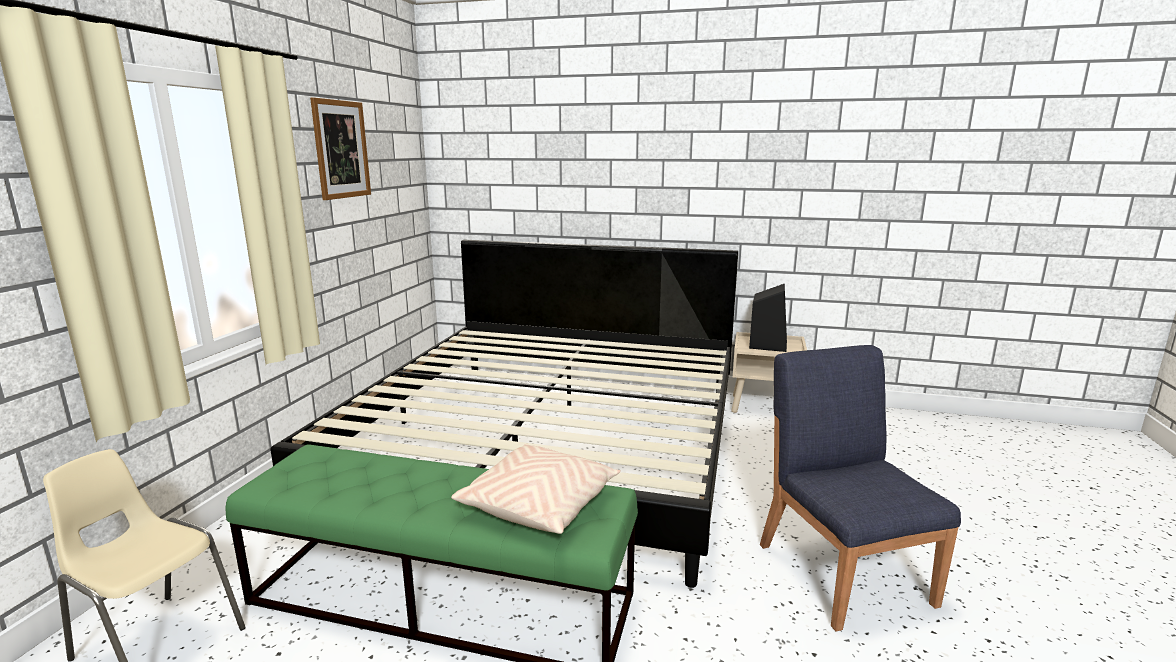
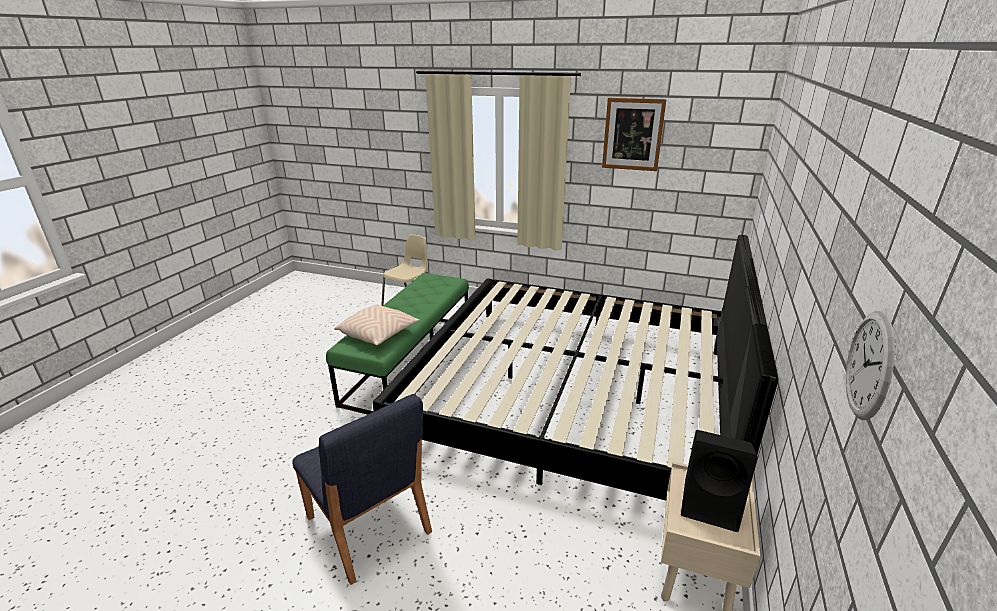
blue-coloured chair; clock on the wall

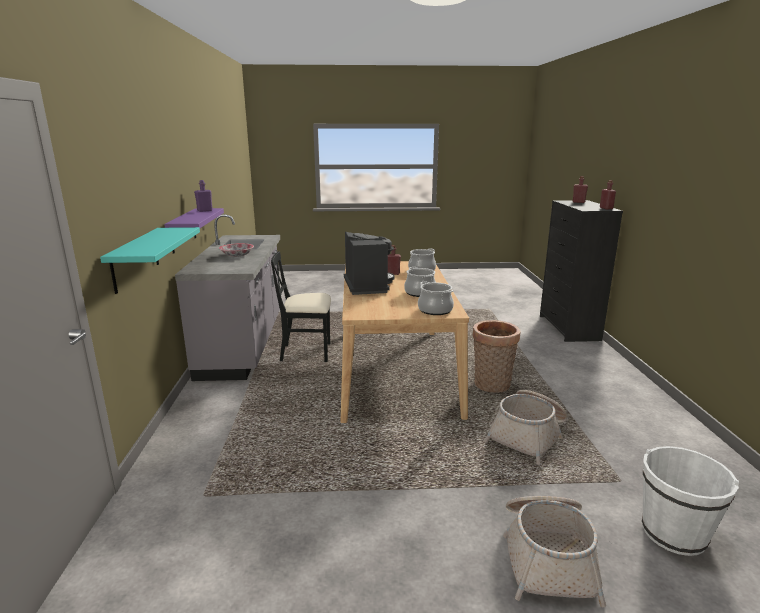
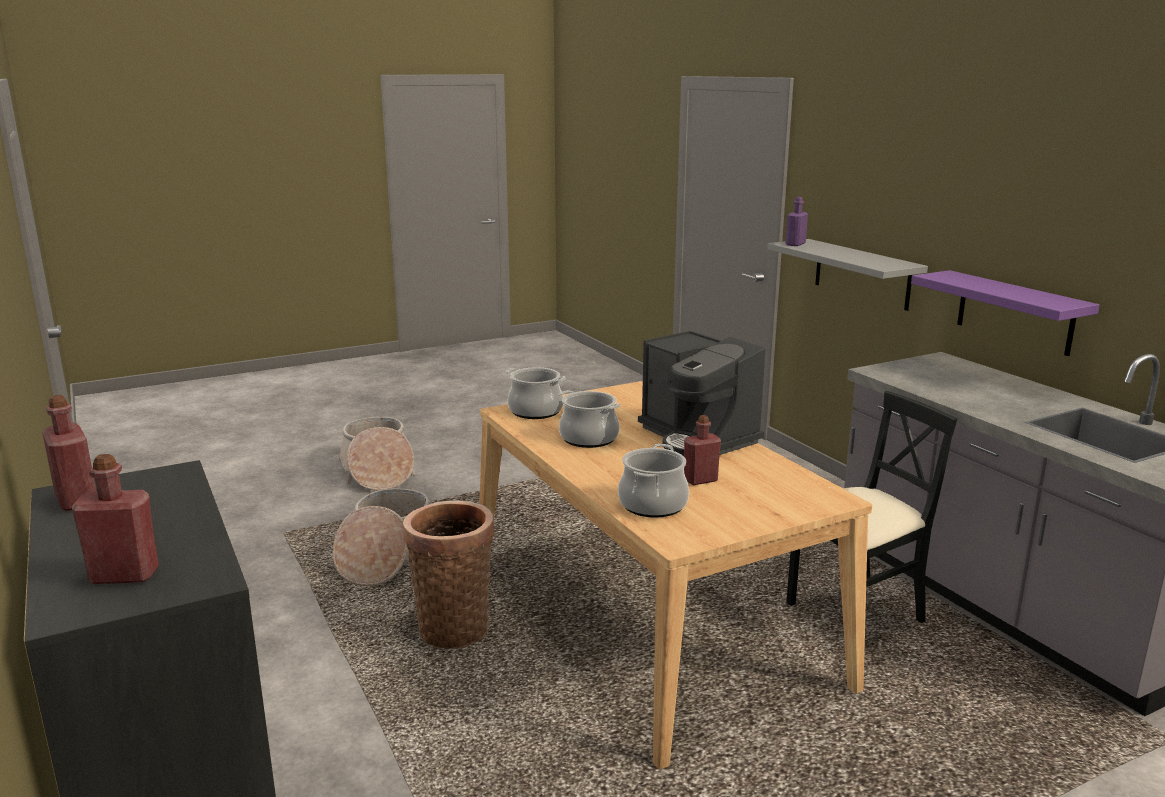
purple beverage bottle; greyish shelf; deep dish; white-coloured bucket

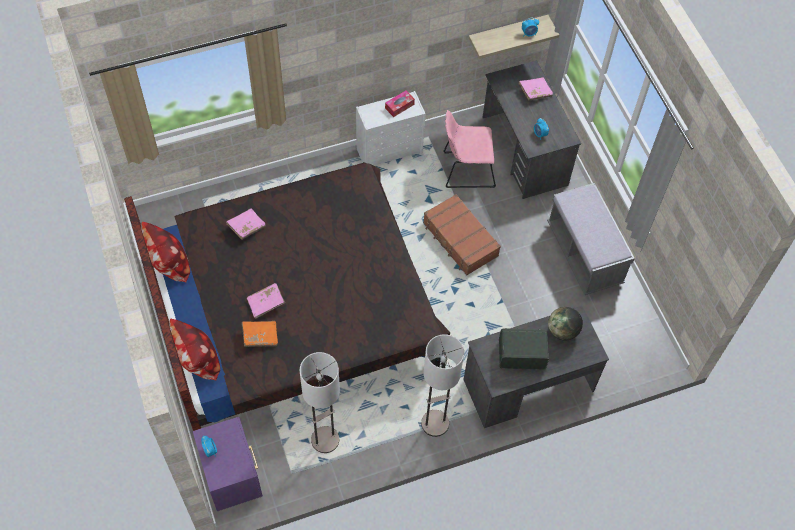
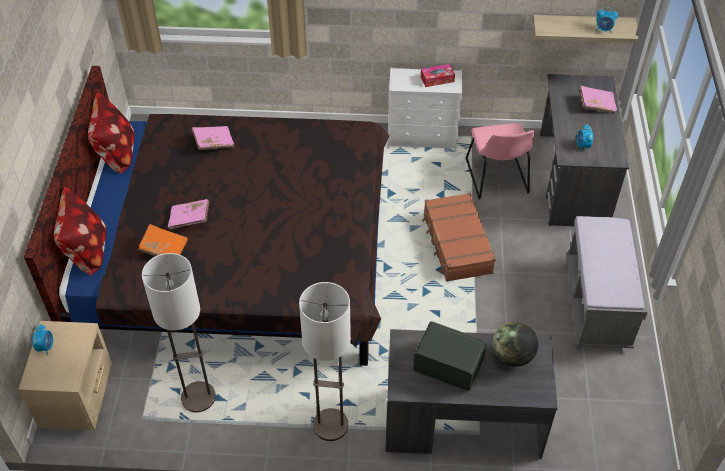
pinkish chair; beige-coloured night table

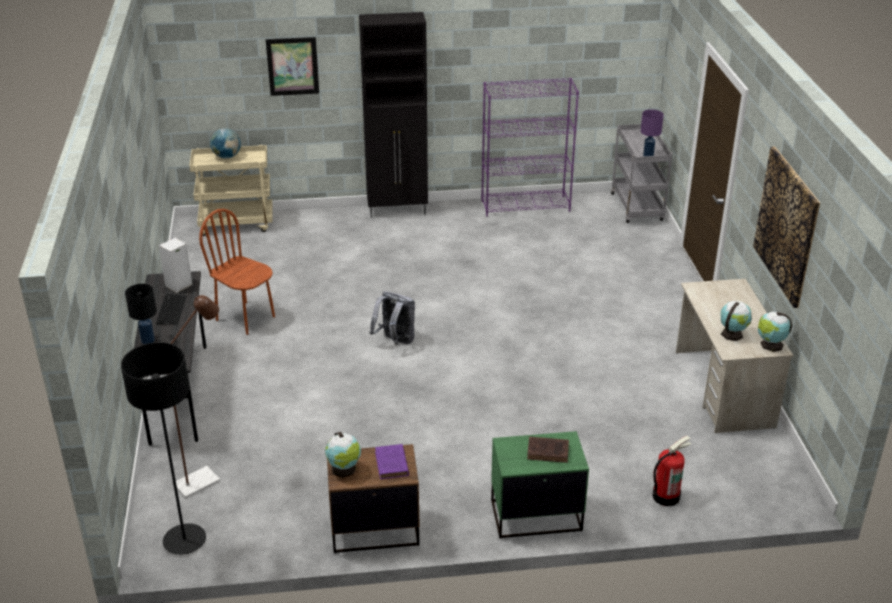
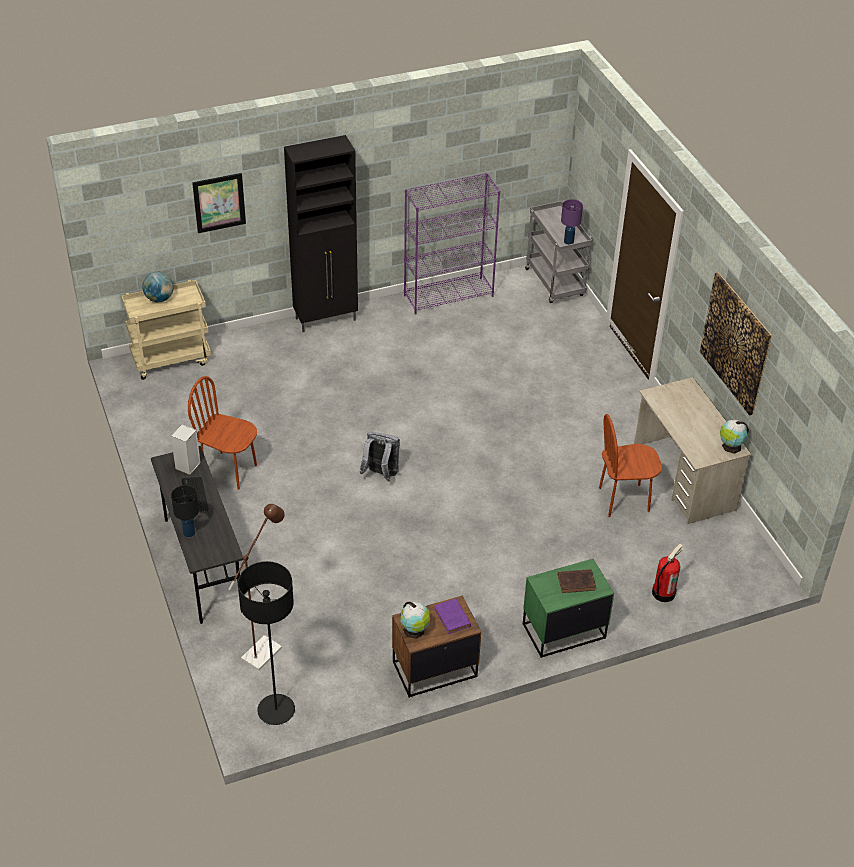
world globe (3rd from left in the first image); brown chair (2nd from left)

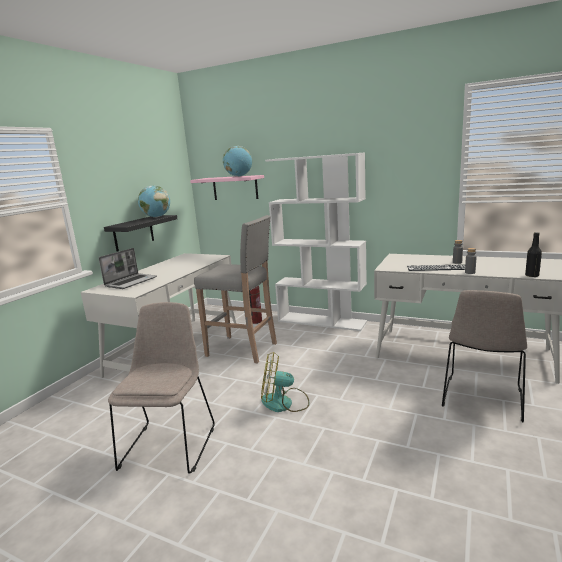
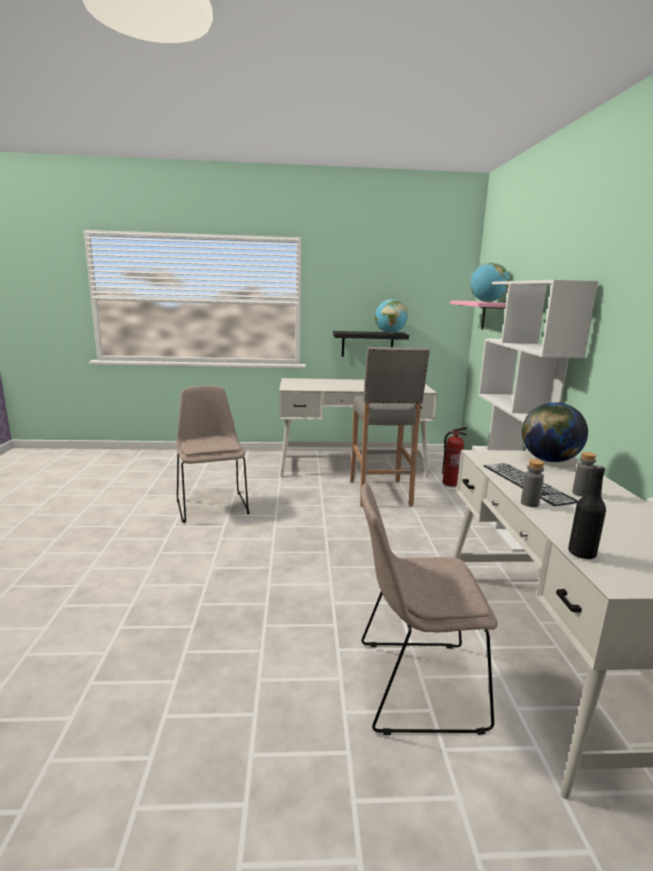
portable computer; beige-coloured chair (1st from left); fan; world globe (3rd from left)

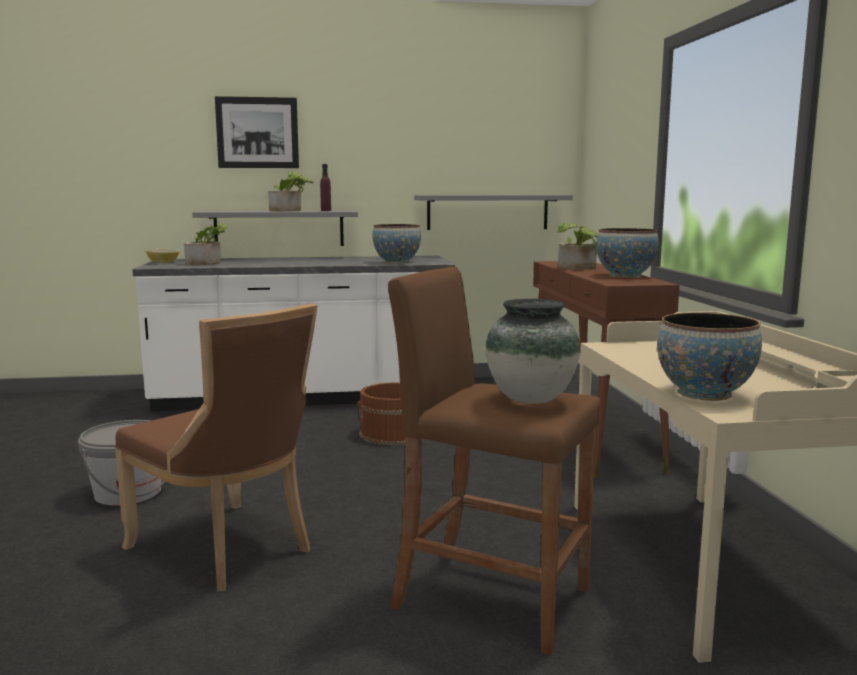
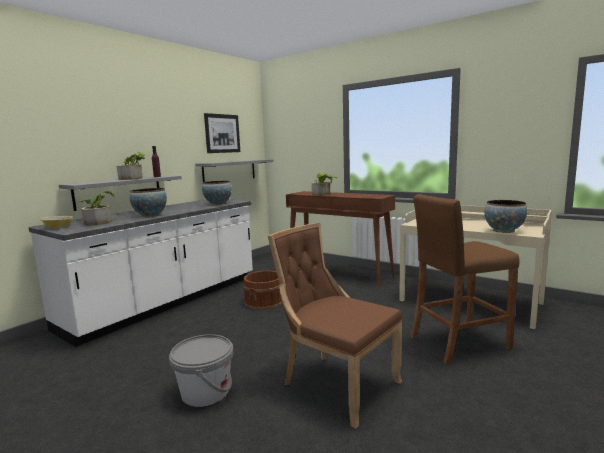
wall art; deep dish (2nd from left); vase; brown chair

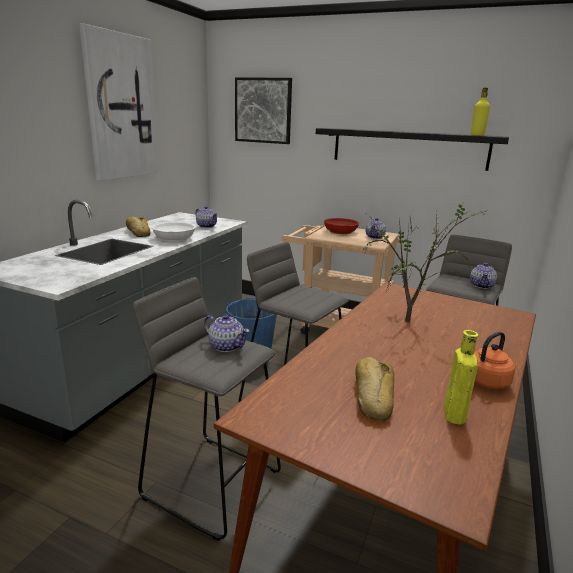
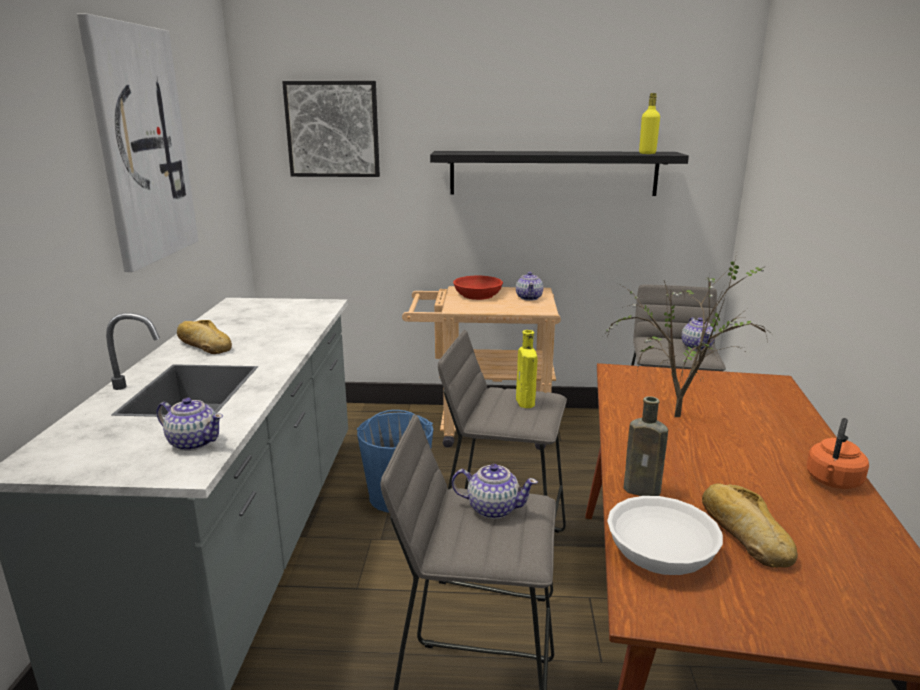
teapot (1st from left); white-coloured deep dish; yellow beverage bottle (1st from left); brown beverage bottle

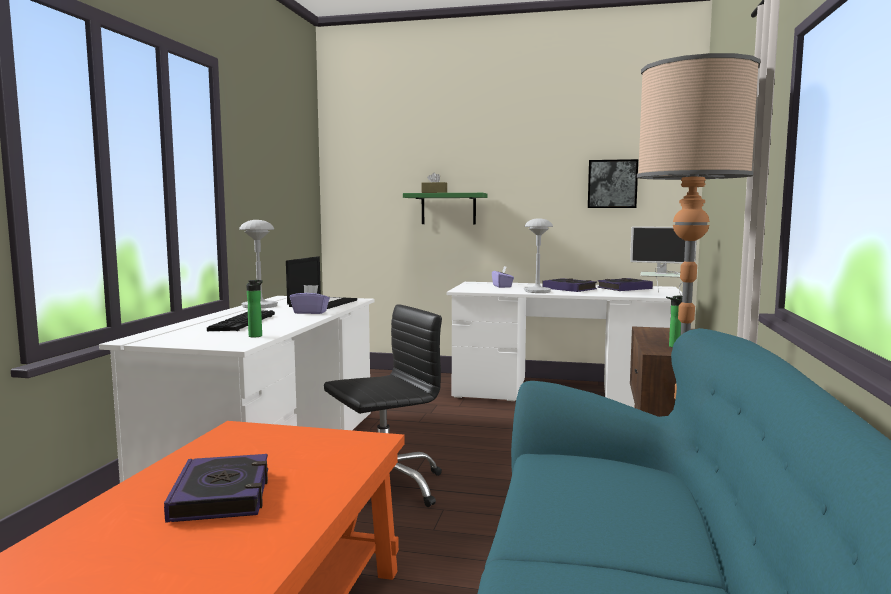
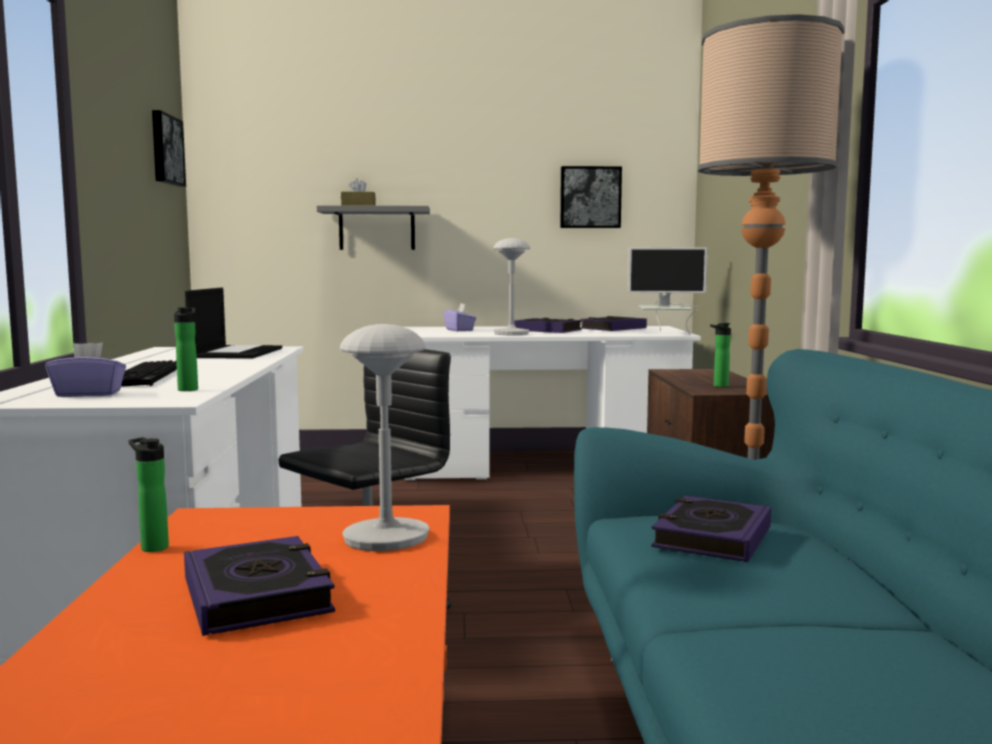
greyish shelf; greyish tabletop lamp (1st from left); purple box of tissues (1st from left); wall art (1st from left); beverage bottle (1st from left); book (4th from left)

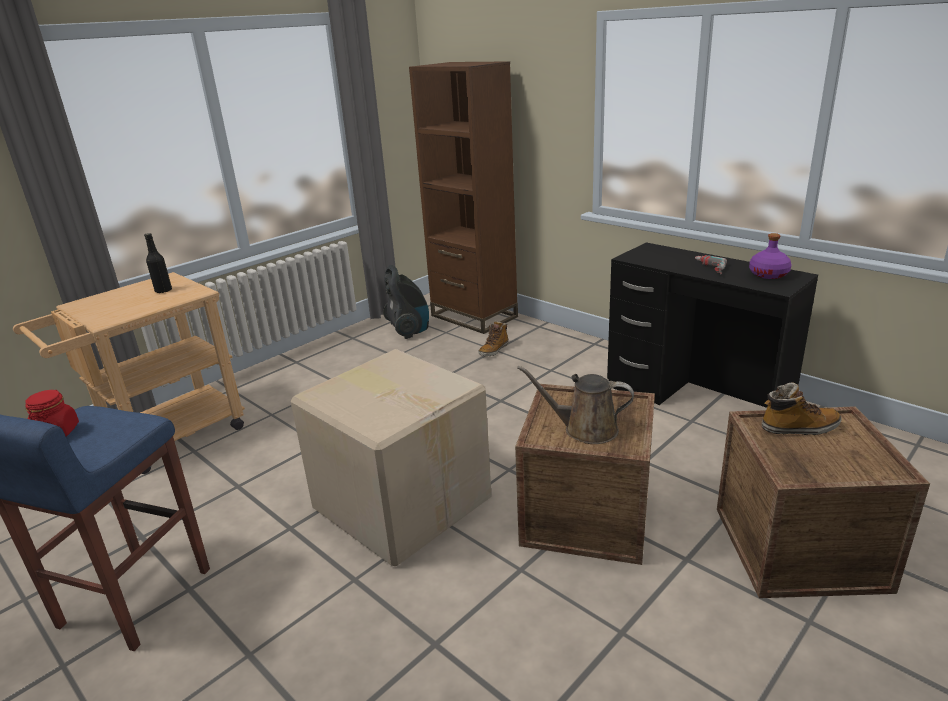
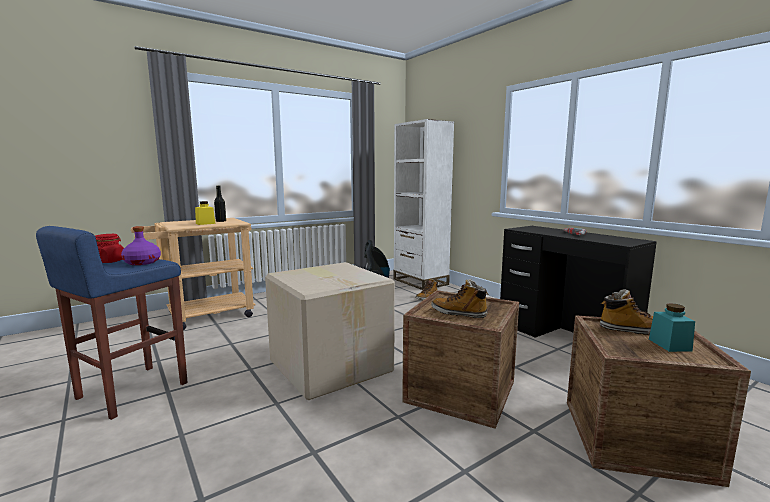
white-coloured shelving unit; purple beverage bottle; boot (2nd from left); yellow storage jar; turquoise-coloured storage jar

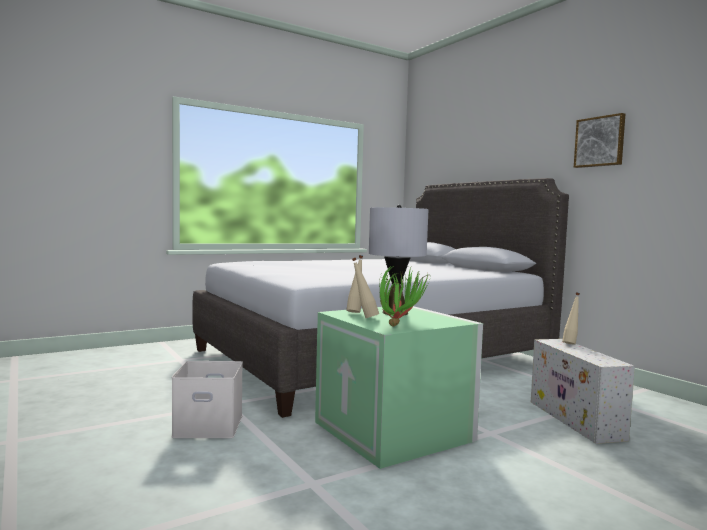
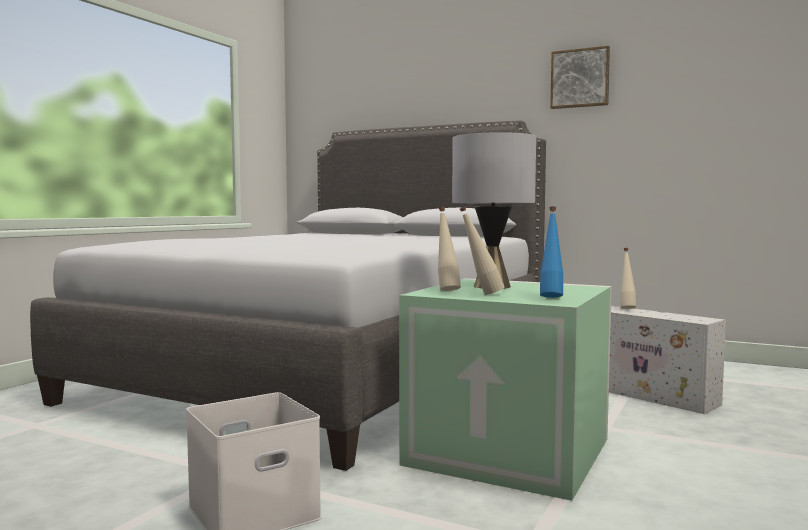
blue-coloured beverage bottle

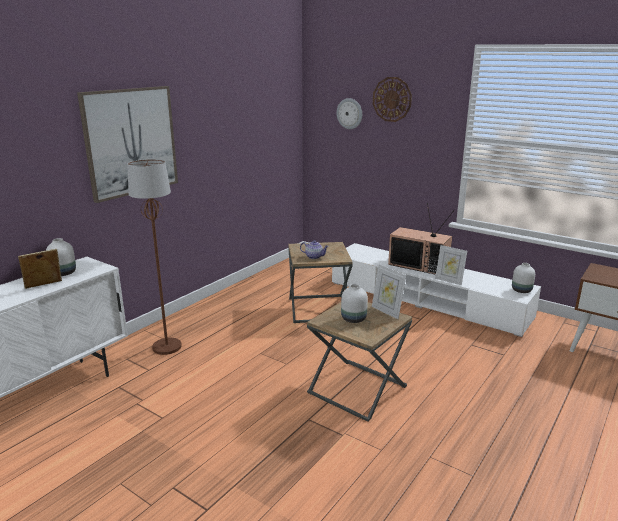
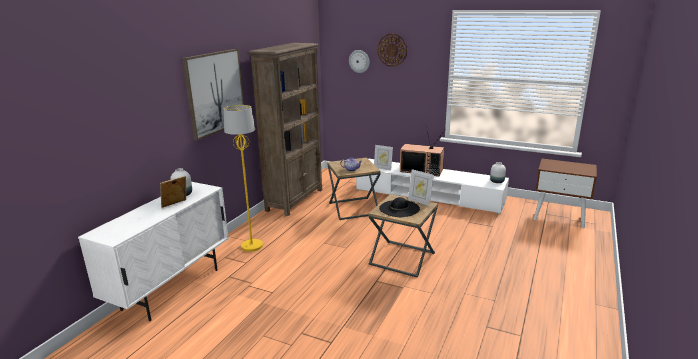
yellow standard lamp; picture frame (2nd from left); blackish hat; brown shelving unit

